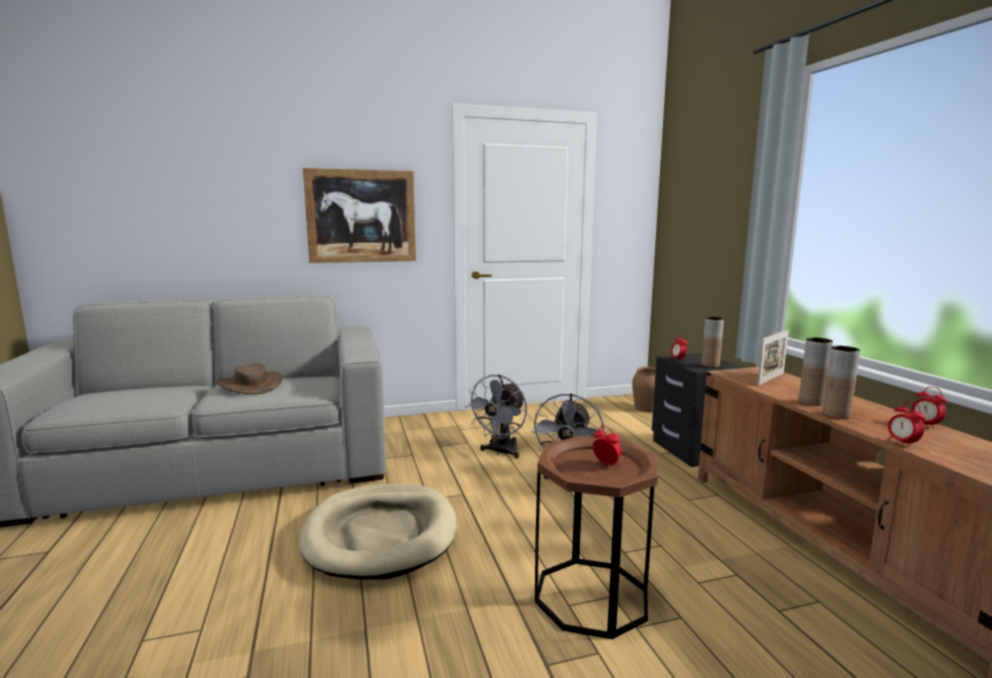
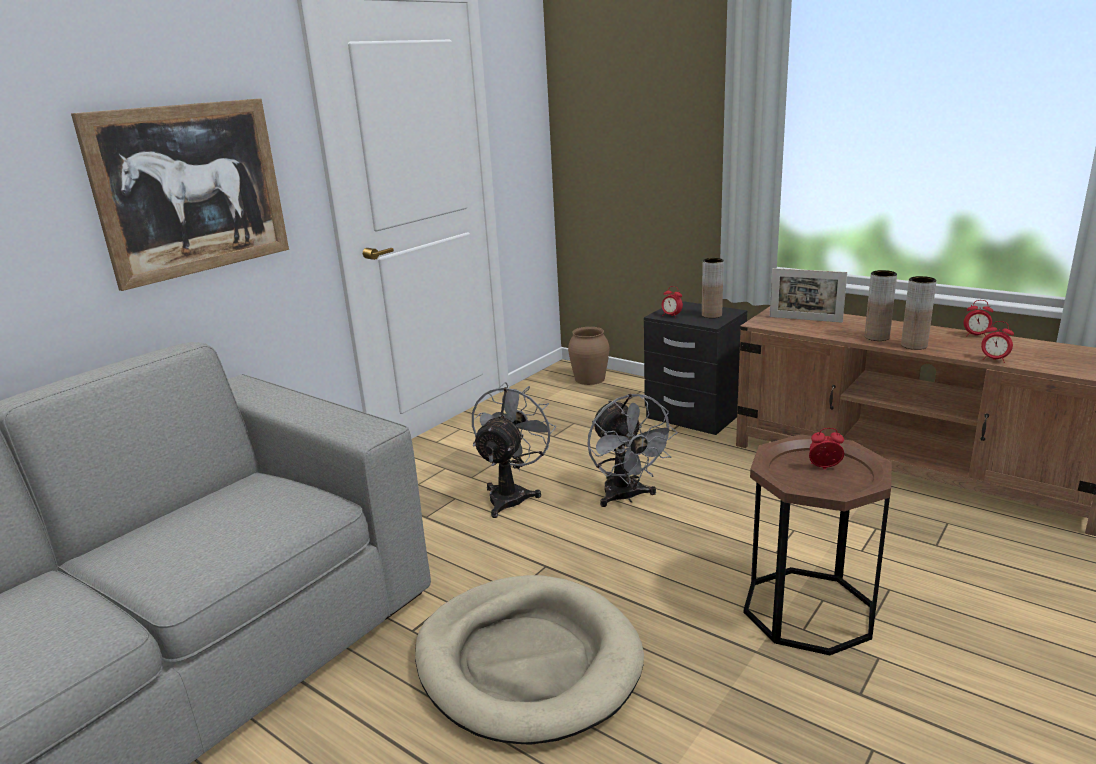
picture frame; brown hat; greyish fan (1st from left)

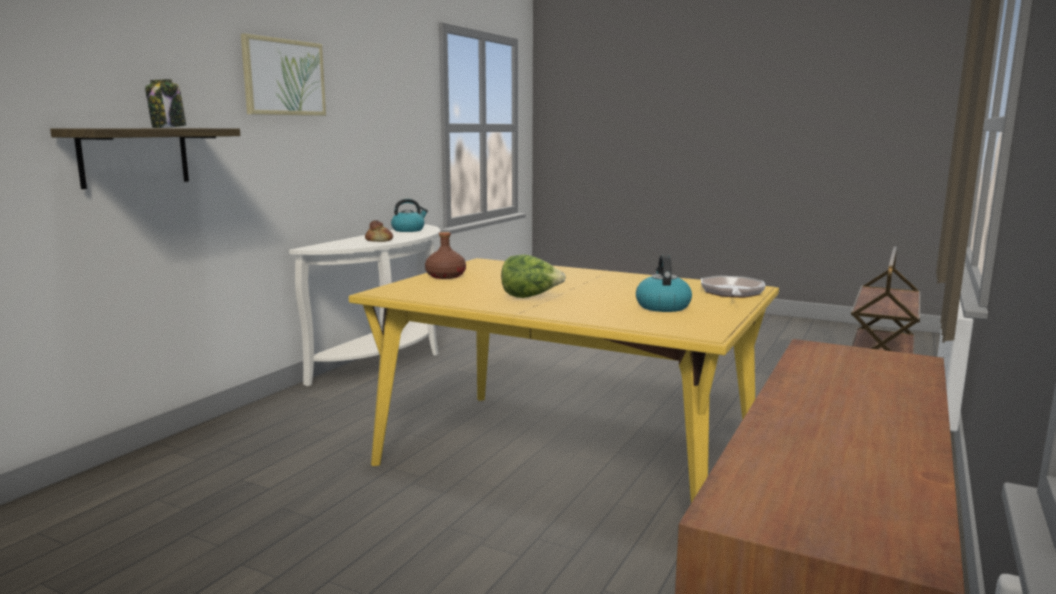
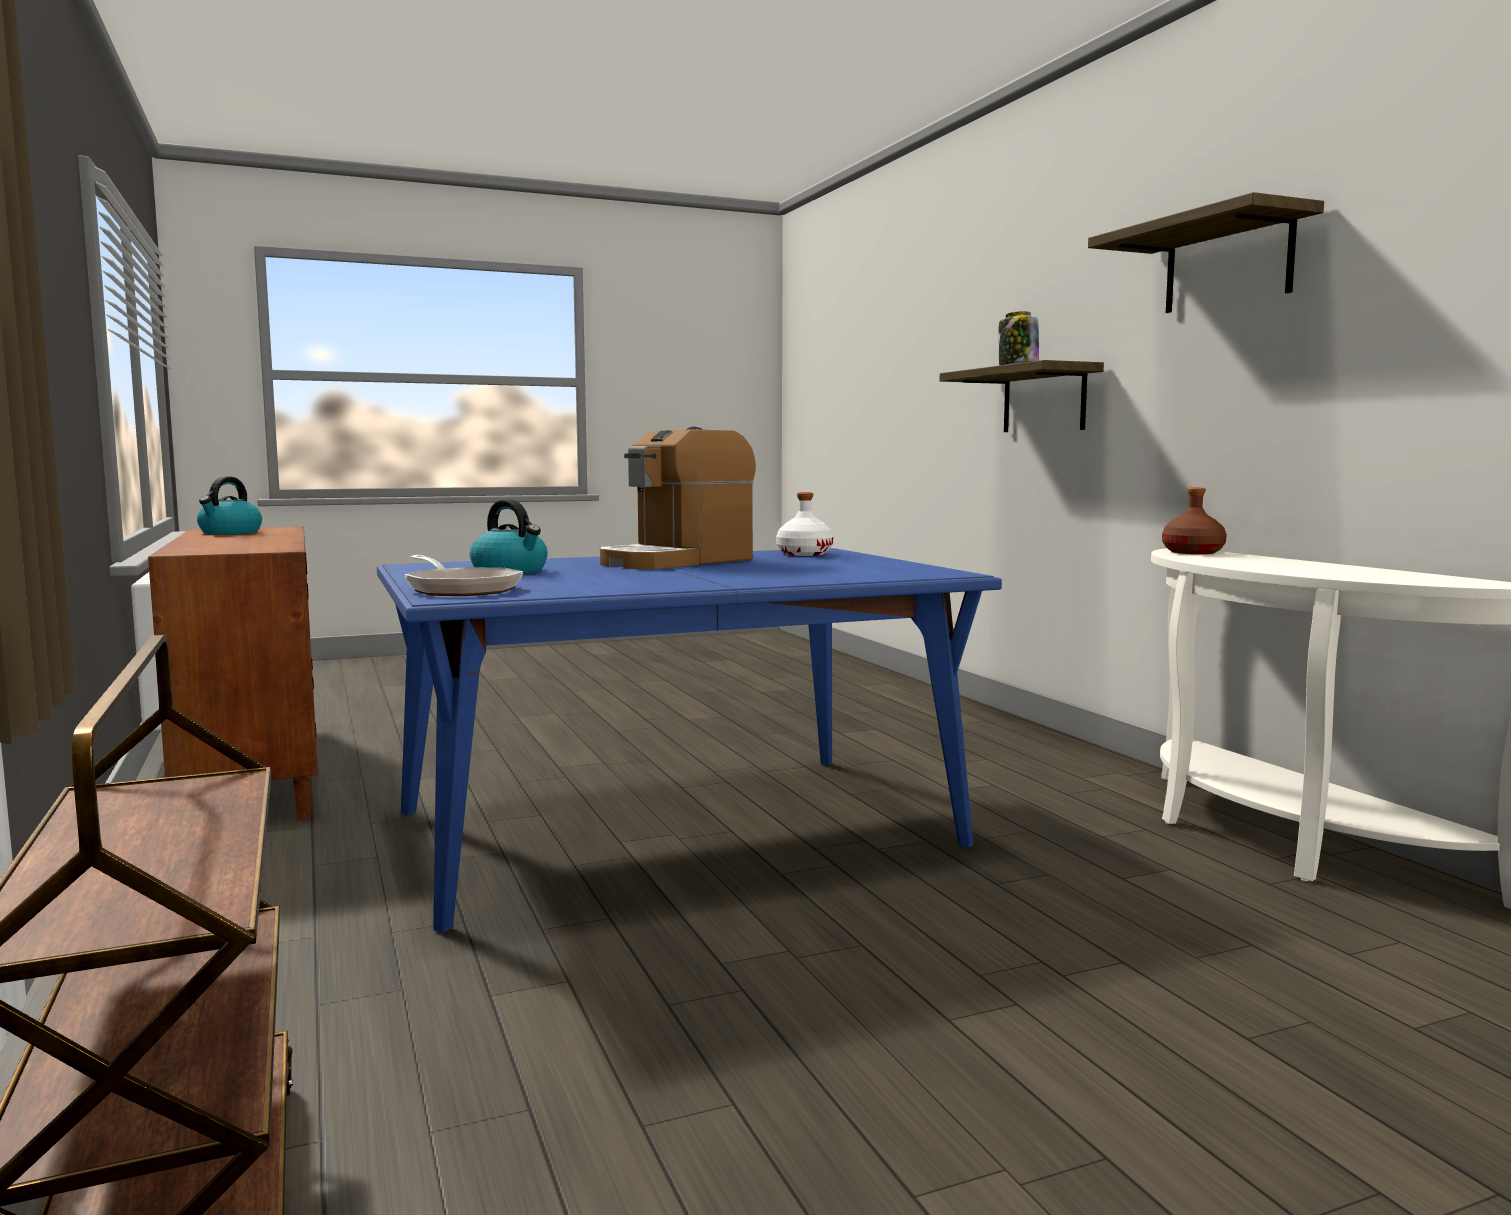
shelf (2nd from left); water kettle (1st from left); bread; brown beverage bottle; coffee machine; blue-coloured dinner table; white-coloured beverage bottle

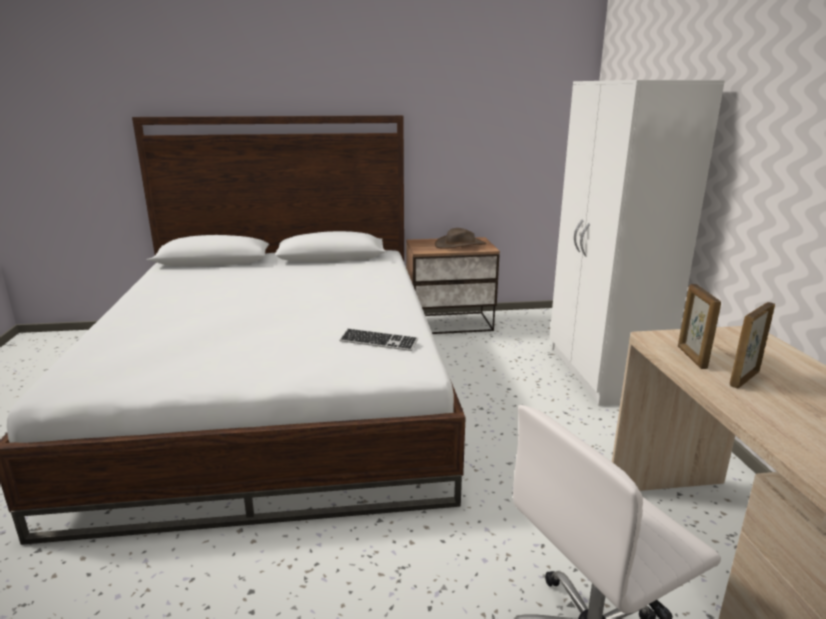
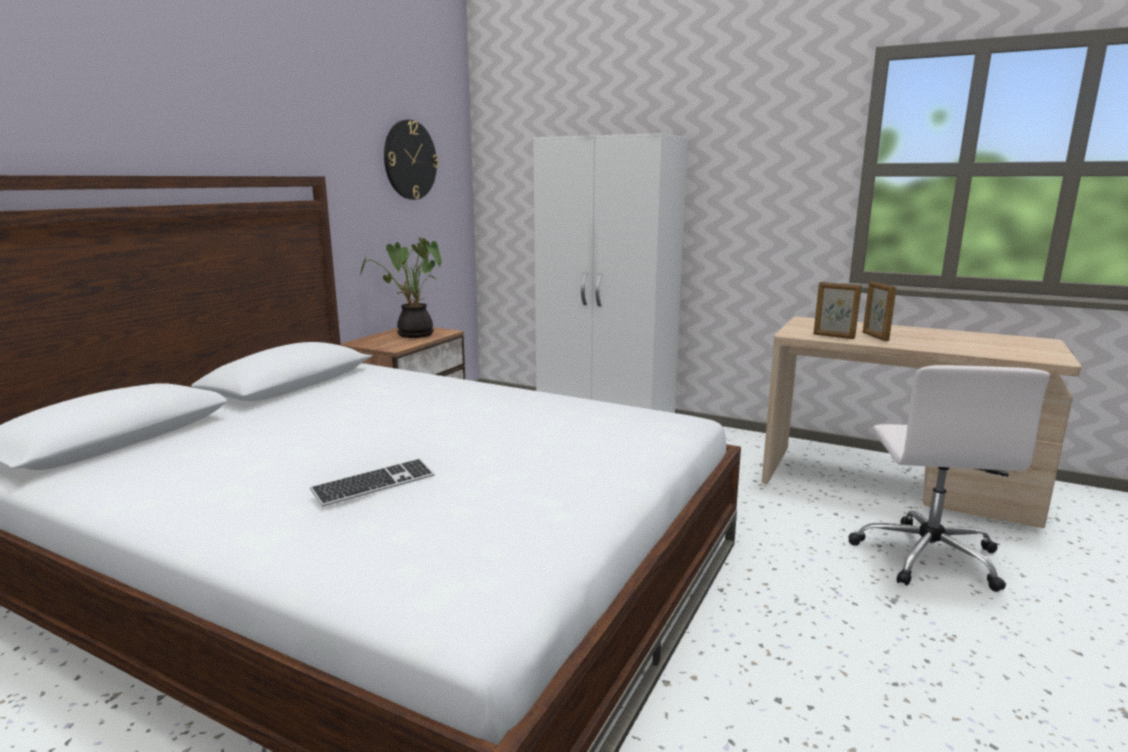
houseplant; computer keyboard; clock on the wall

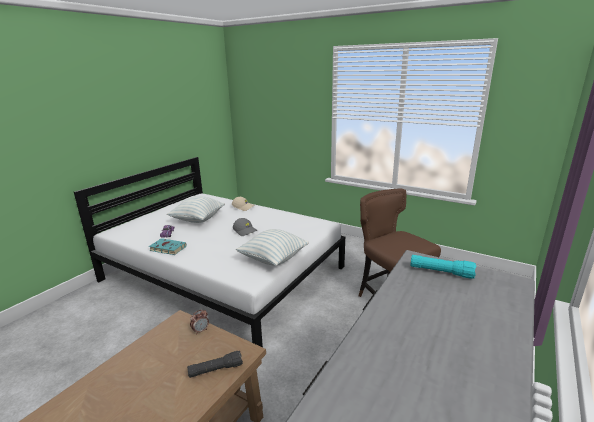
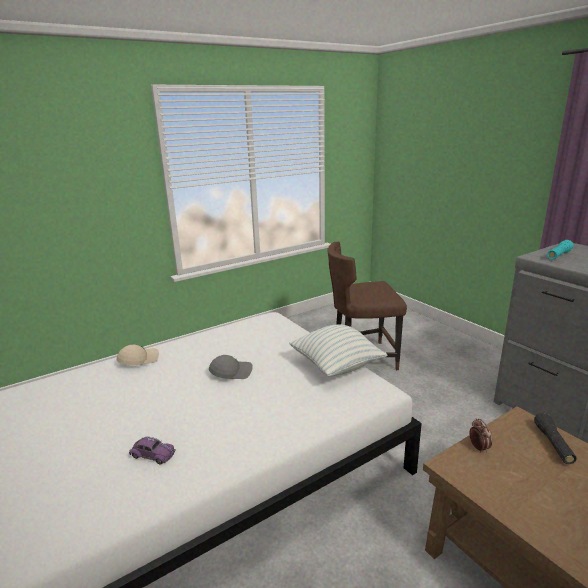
pillow (1st from left in the first image); turquoise-coloured book

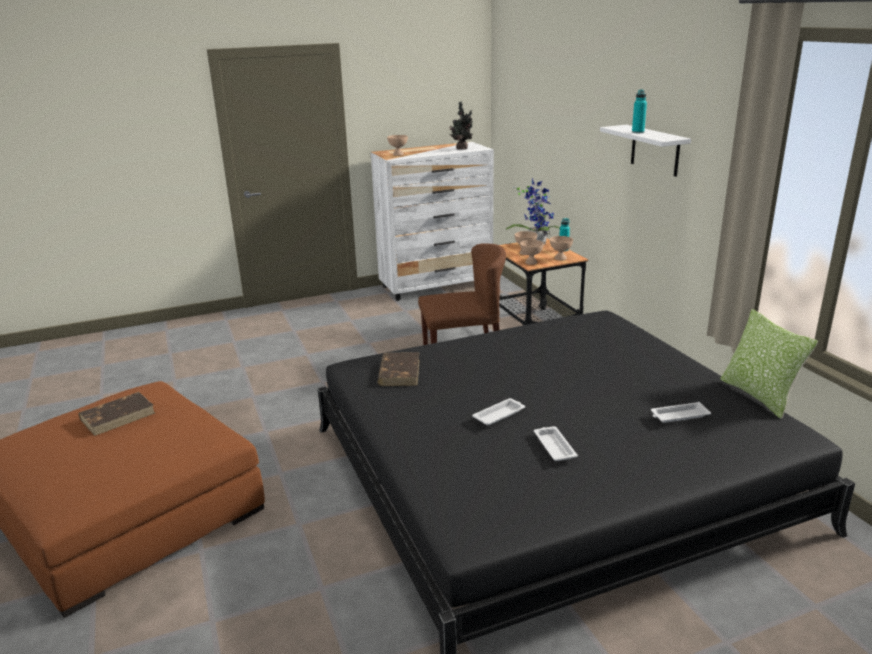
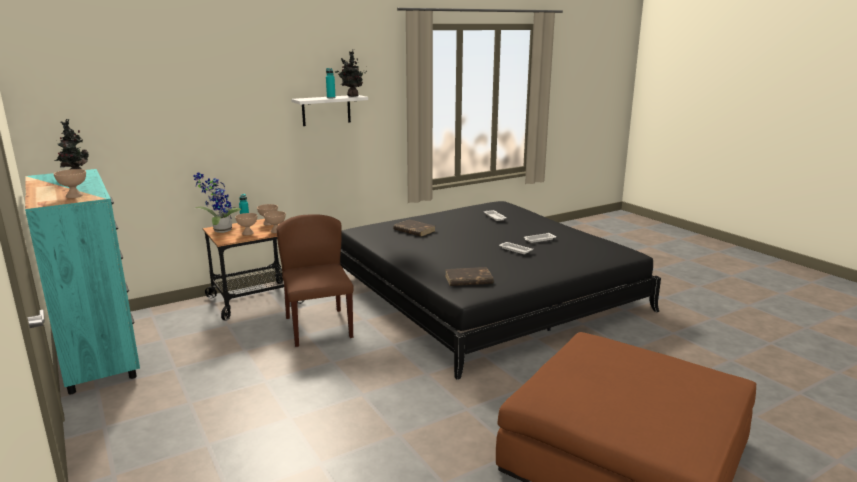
turquoise-coloured chest of drawers; pillow; brown book (1st from left); houseplant (3rd from left)

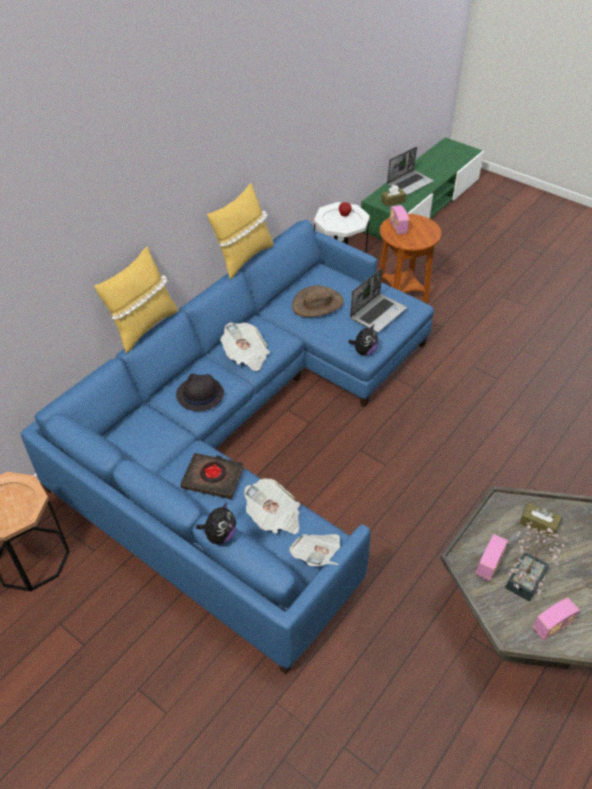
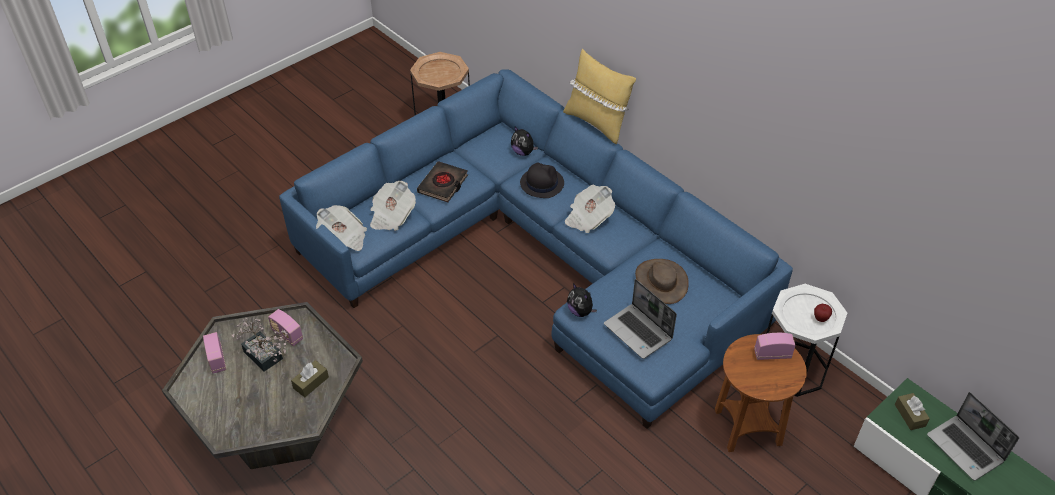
yellow pillow (2nd from left in the first image); soft toy (1st from left)

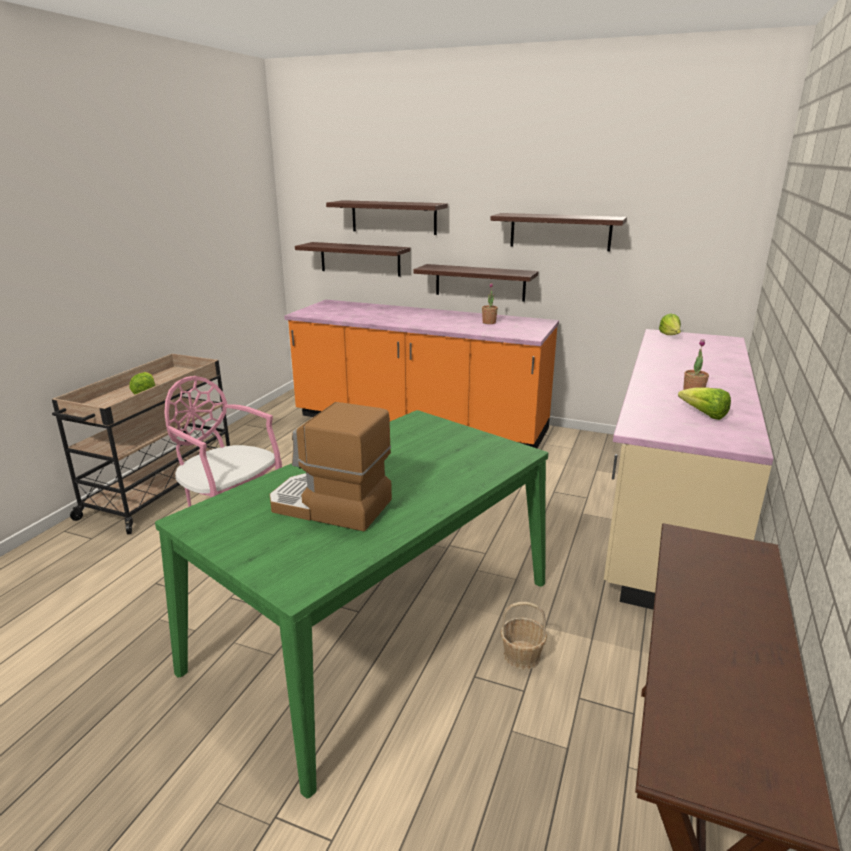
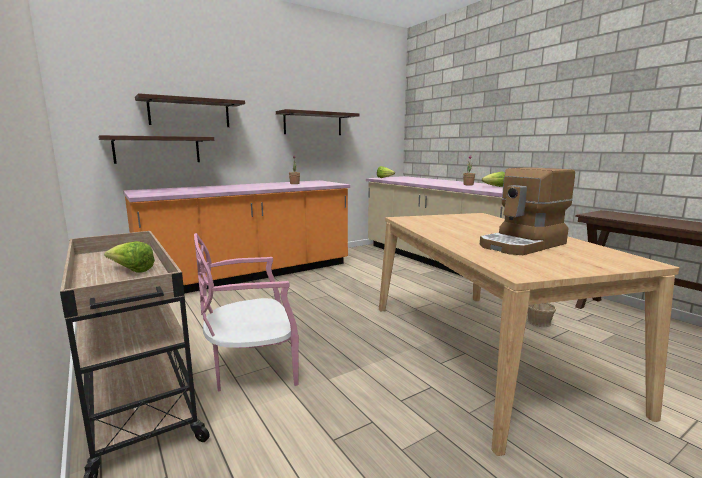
shelf (3rd from left in the first image); beige-coloured dinner table

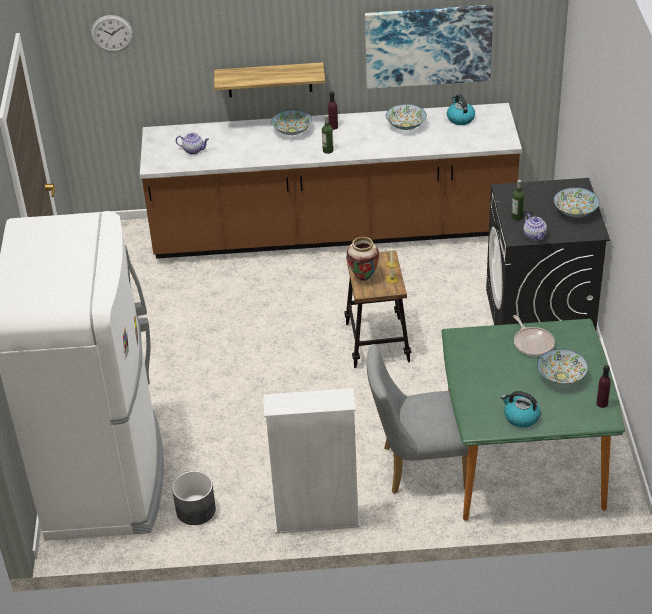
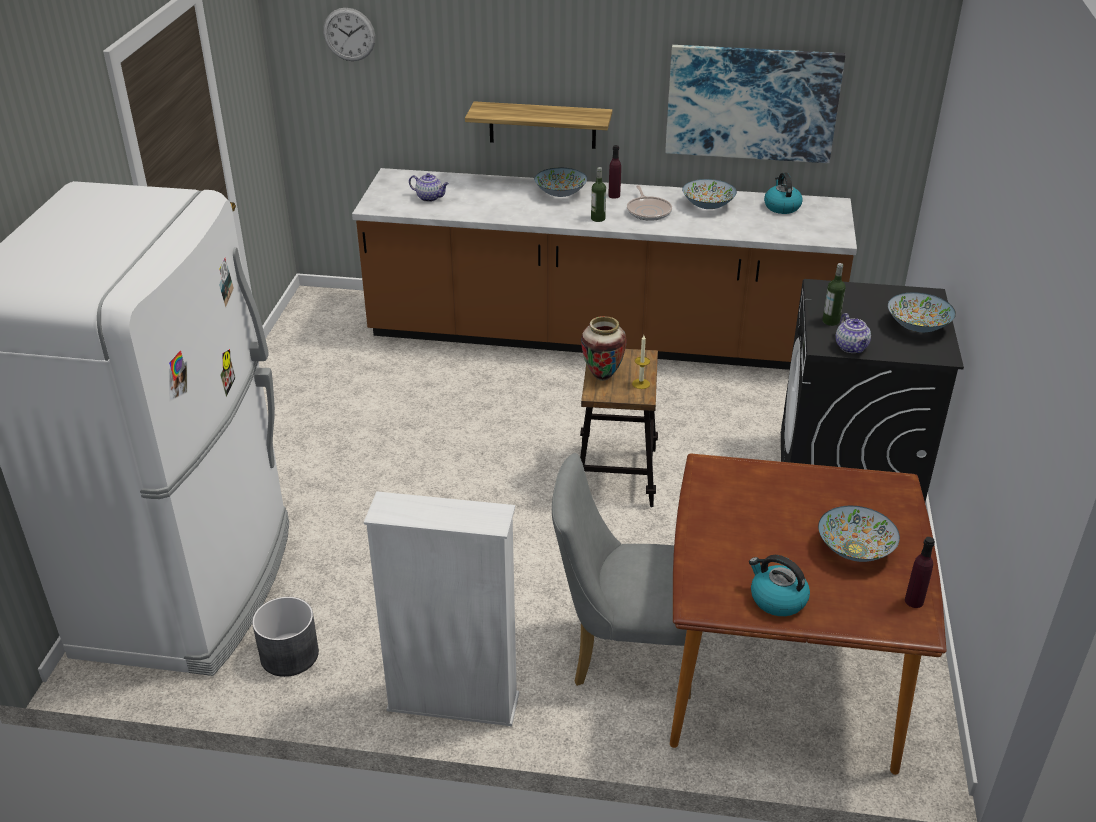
pan; brown dinner table

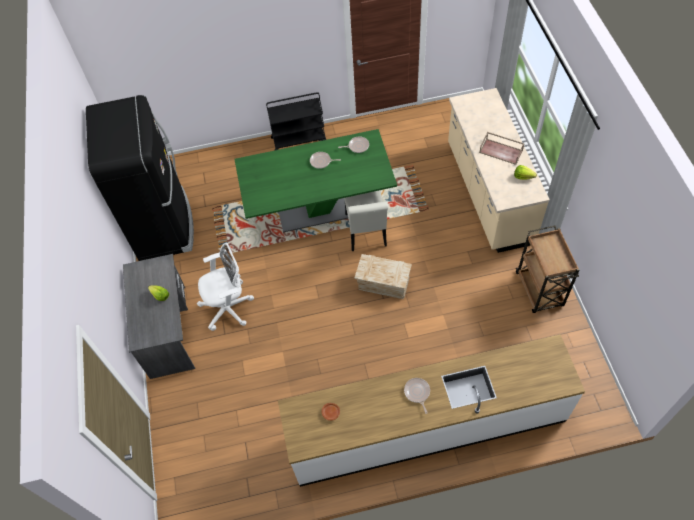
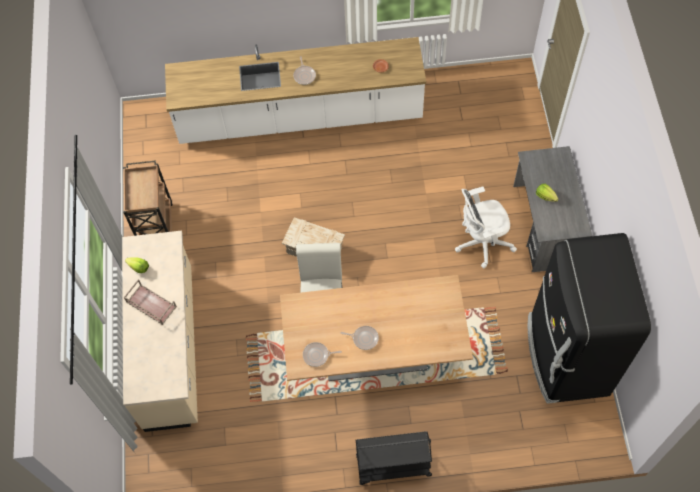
beige-coloured dinner table

